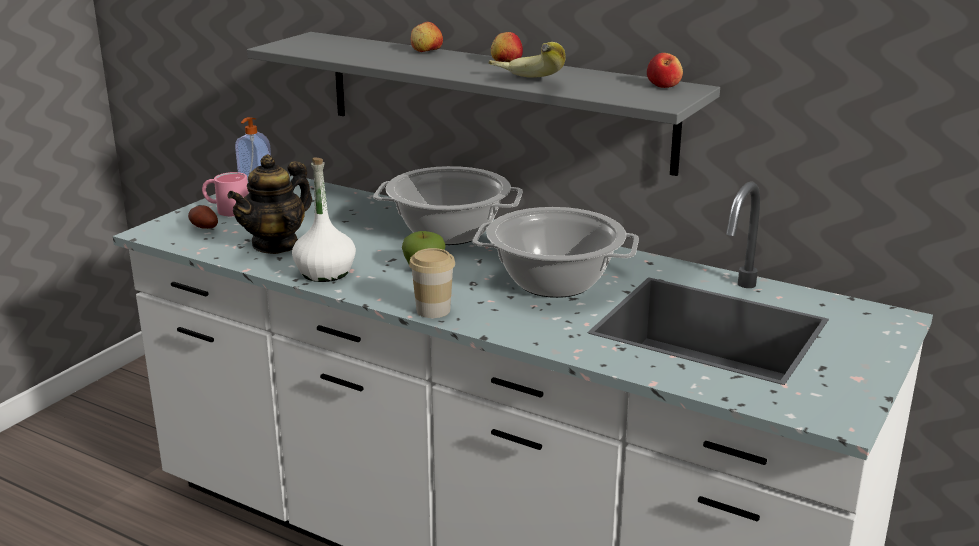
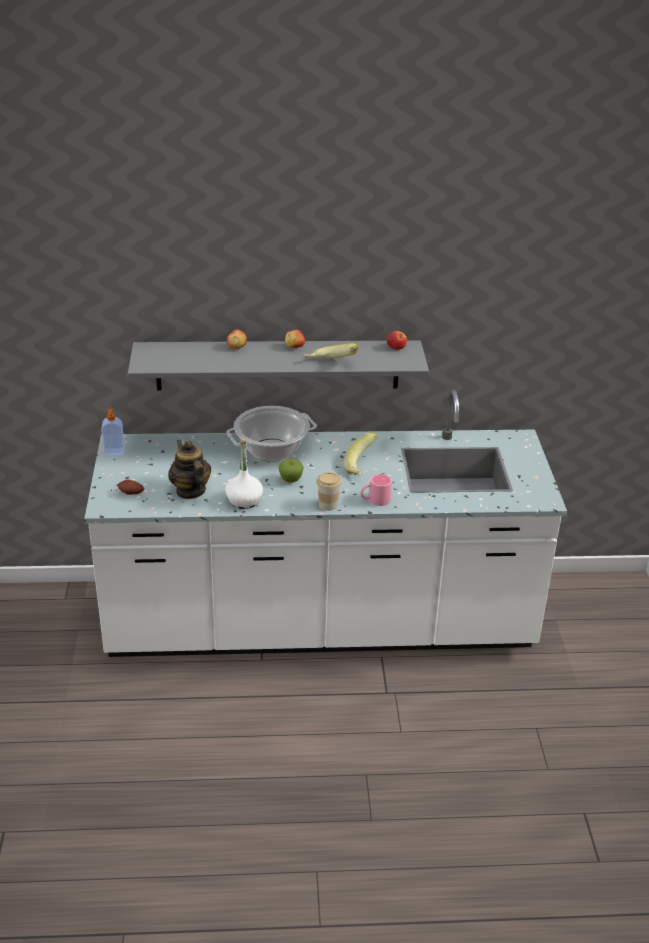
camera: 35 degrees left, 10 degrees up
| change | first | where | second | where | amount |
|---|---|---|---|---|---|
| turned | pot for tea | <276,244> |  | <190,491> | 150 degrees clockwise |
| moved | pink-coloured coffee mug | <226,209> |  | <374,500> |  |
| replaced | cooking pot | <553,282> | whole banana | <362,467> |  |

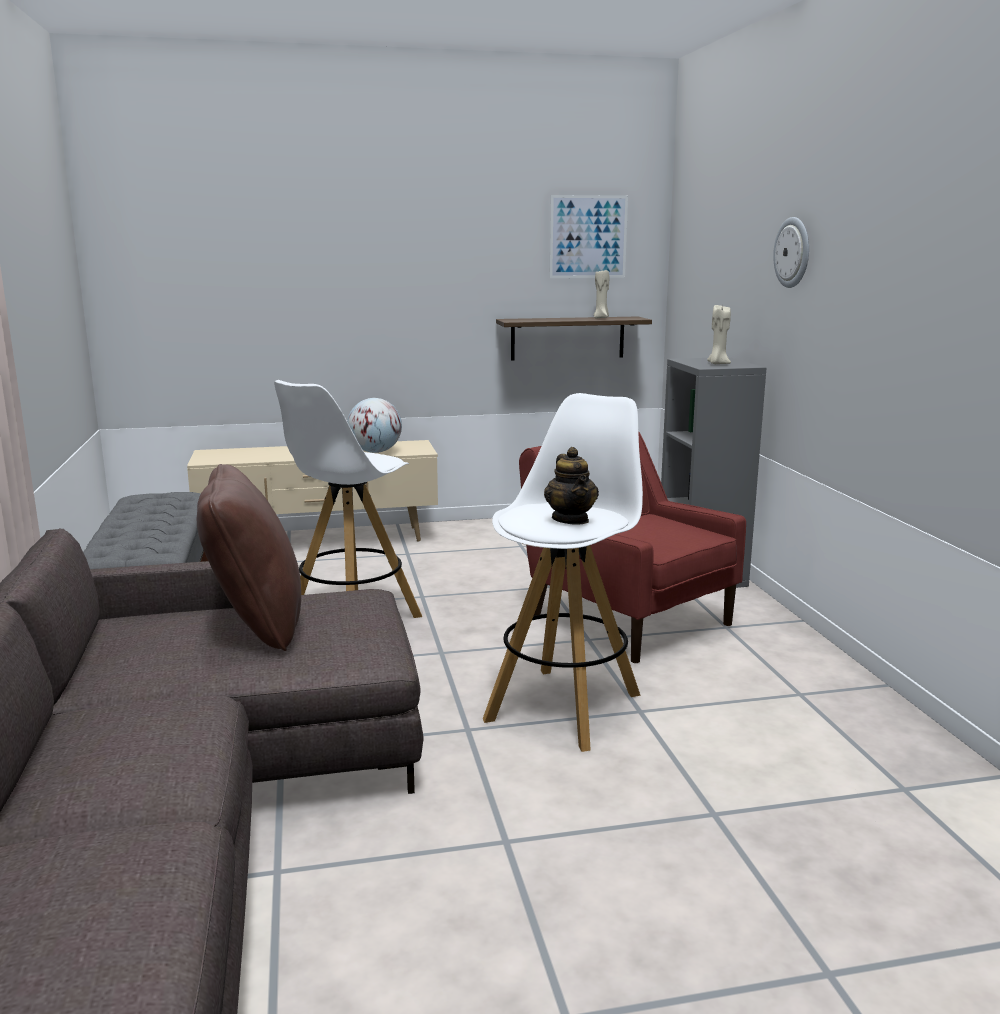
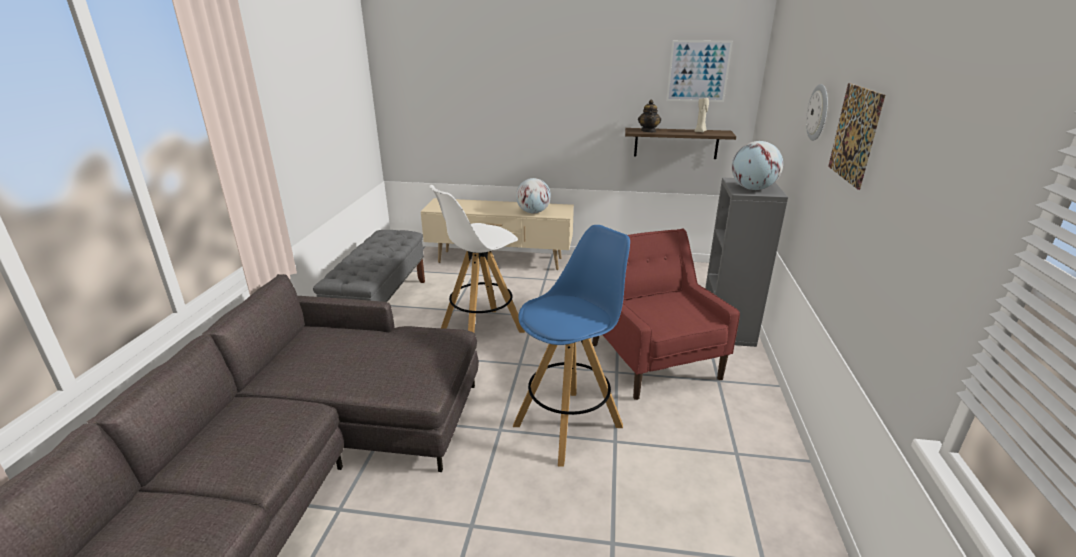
camera: 20 degrees right, 10 degrees up
| change | first | where | second | where | amount |
|---|---|---|---|---|---|
| replaced | sand-coloured wax candle | <717,364> | world globe | <752,189> |  |
| recoloured | white sitting stool | <565,706> | blue sitting stool | <569,425> |  |
| moved | pot for tea | <571,519> |  | <648,131> |  |
| removed | brown-coloured cushion | <256,624> |  |  |  |
| added |  |  | wall art | <854,134> |  |

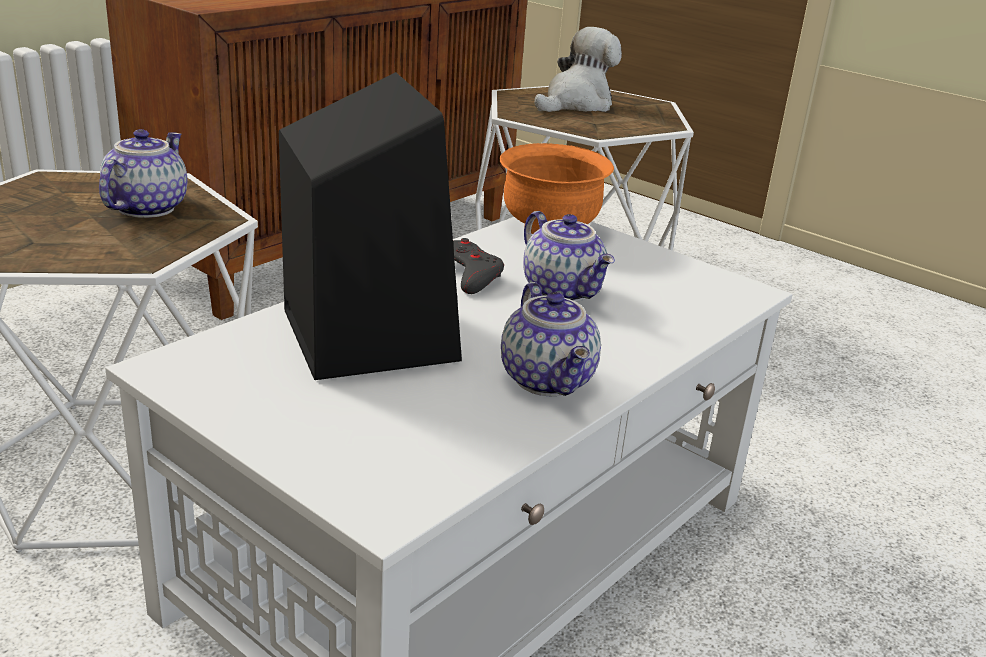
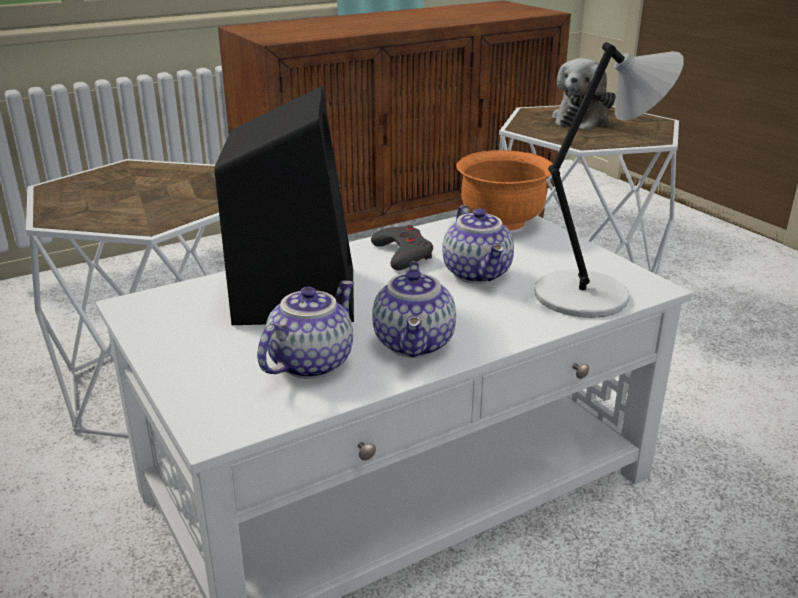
camera: 20 degrees right, 0 degrees up
| change | first | where | second | where | amount |
|---|---|---|---|---|---|
| turned | soft toy | <576,104> |  | <582,120> | 150 degrees clockwise |
| moved | pot for tea | <145,208> |  | <310,362> |  |
| added |  |  | gray tabletop lamp | <587,295> |  |

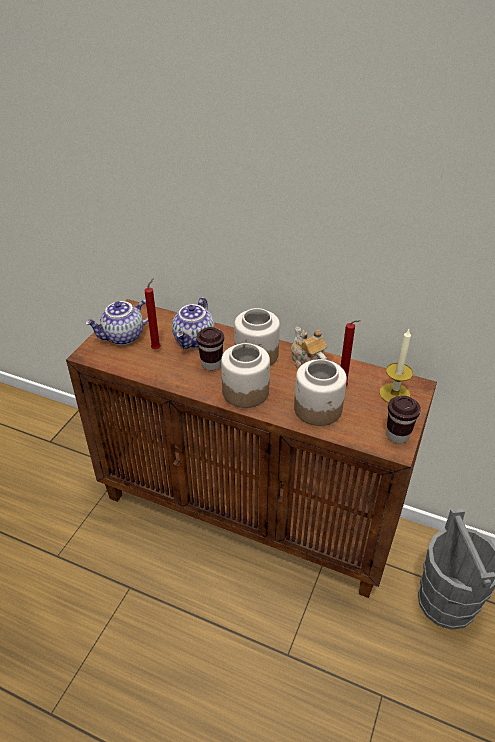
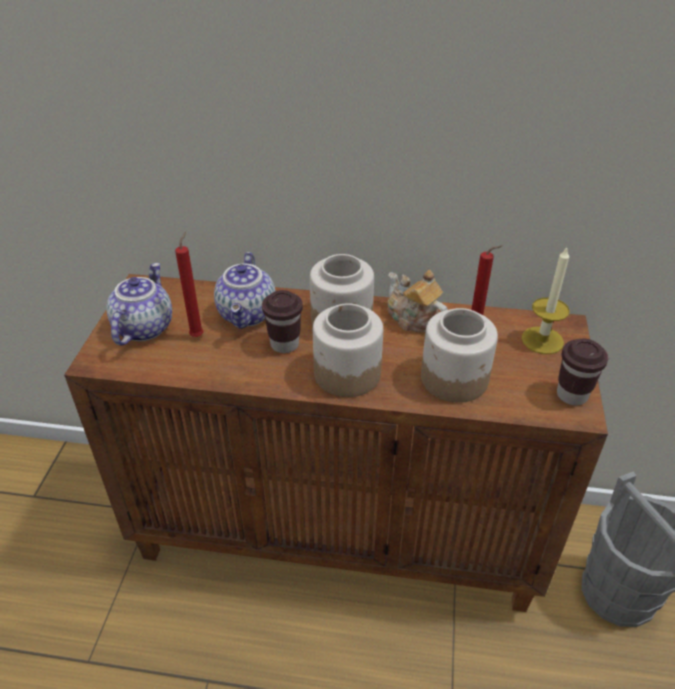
camera: 15 degrees left, 0 degrees up
| change | first | where | second | where | amount |
|---|---|---|---|---|---|
| turned | pot for tea | <123,337> |  | <143,328> | 150 degrees clockwise |

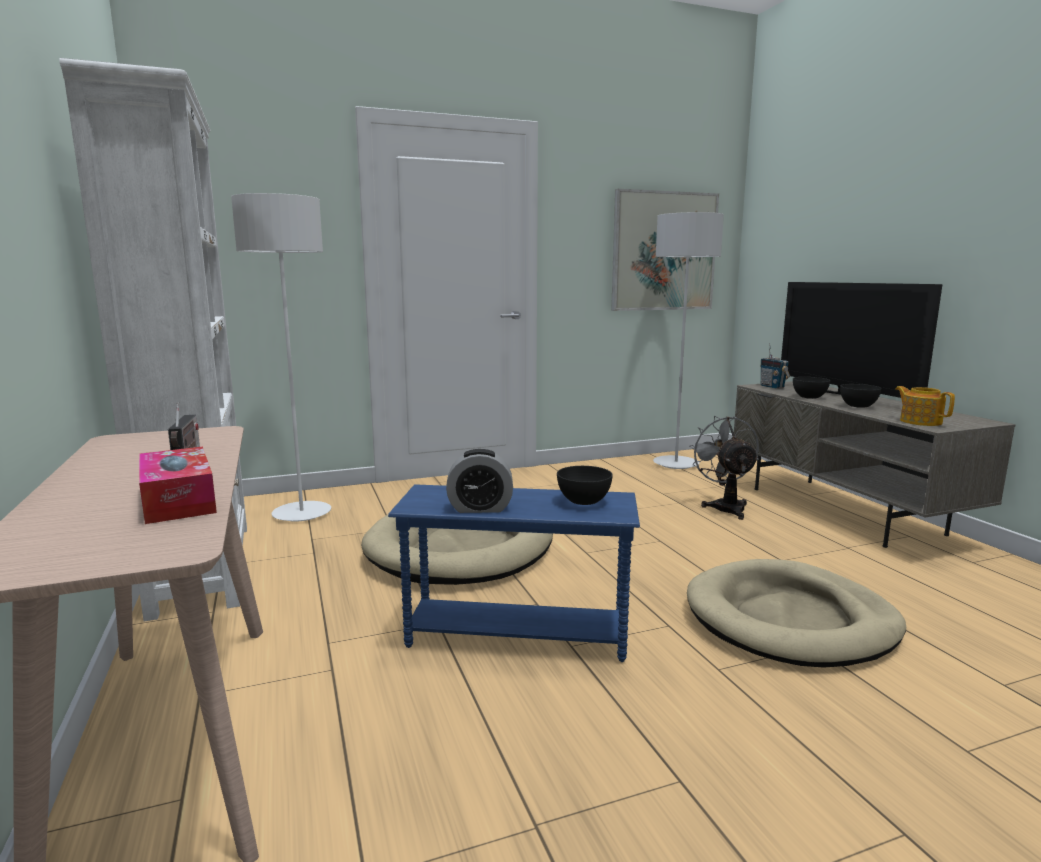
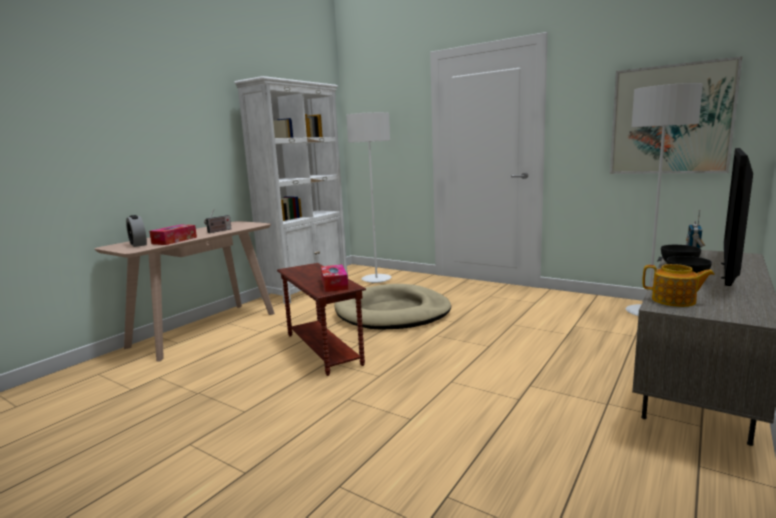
camera: 55 degrees right, 0 degrees up
| change | first | where | second | where | amount |
|---|---|---|---|---|---|
| turned | pot for tea | <920,421> |  | <674,301> | 90 degrees clockwise |
| removed | gray fan | <725,506> |  |  |  |
| moved | table clock | <480,508> |  | <138,244> |  |
| replaced | black-coloured deep dish | <584,501> | tissue box | <334,284> |  |
| recoloured | blue side table | <517,635> | brown-coloured side table | <324,349> |  |
| removed | sand-coloured dog cushion | <790,620> |  |  |  |

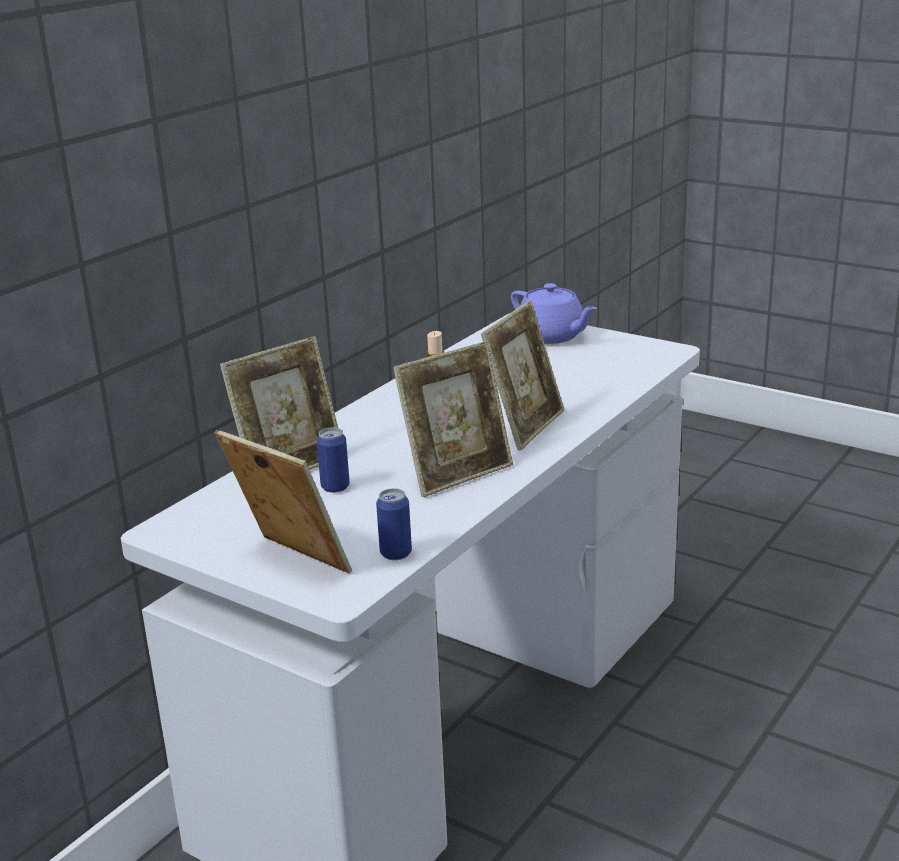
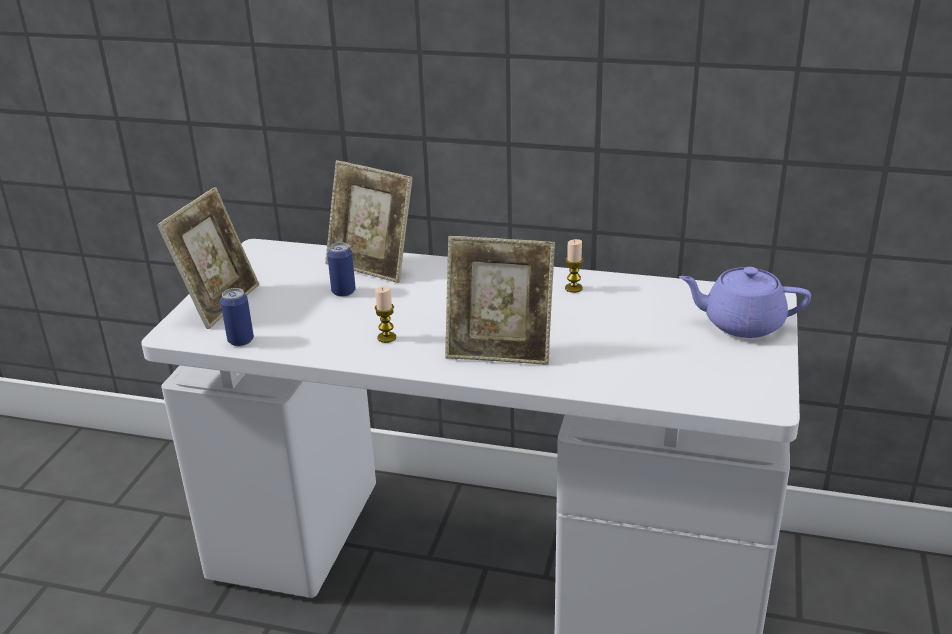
camera: 70 degrees right, 5 degrees up
| change | first | where | second | where | amount |
|---|---|---|---|---|---|
| turned | purple pot for tea | <552,336> |  | <741,324> | 75 degrees clockwise |
| replaced | picture frame | <457,474> | wax candle | <386,337> |  |

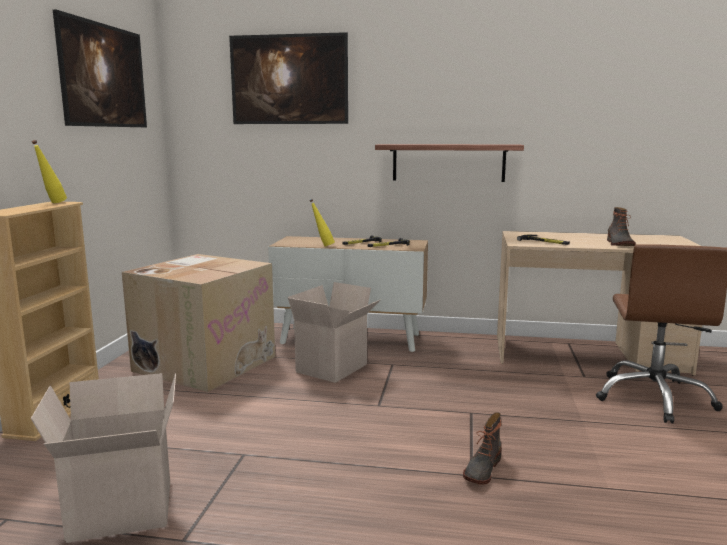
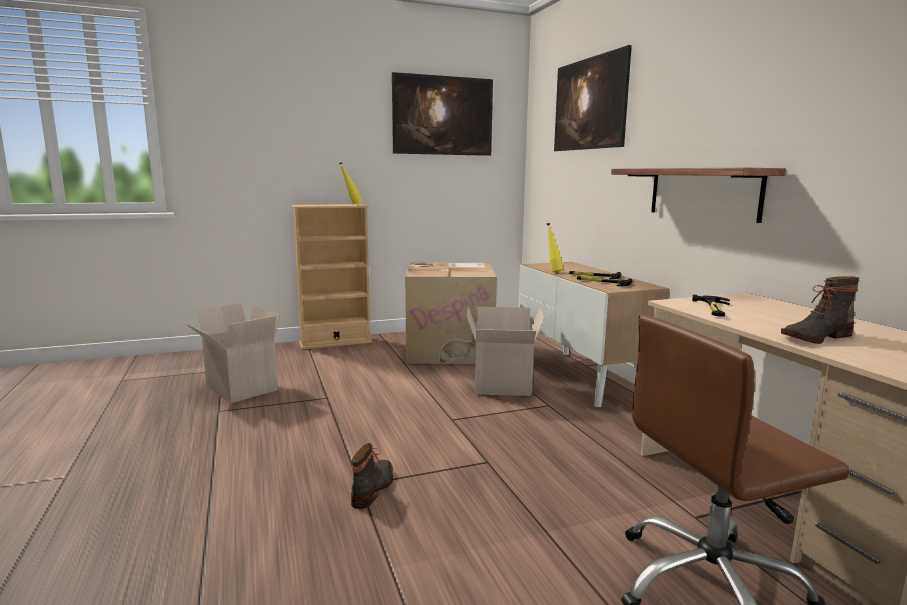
camera: 60 degrees right, 0 degrees up
| change | first | where | second | where | amount |
|---|---|---|---|---|---|
| turned | high-top boot | <481,469> |  | <374,488> | 105 degrees clockwise |

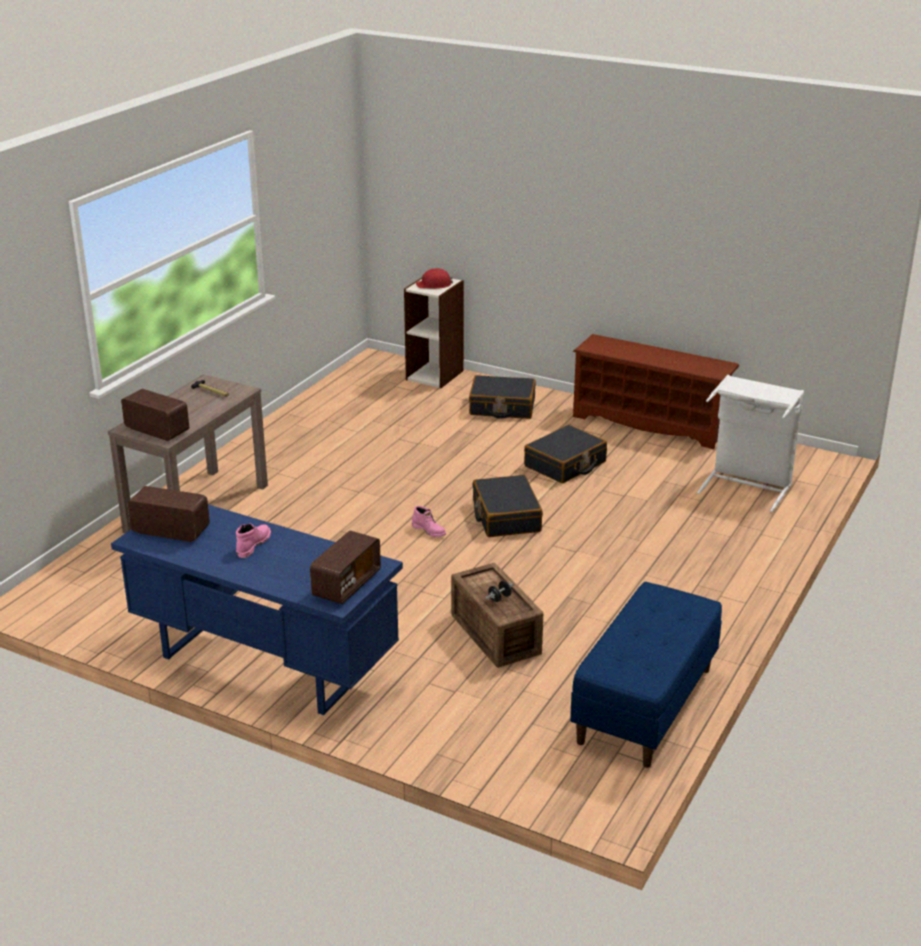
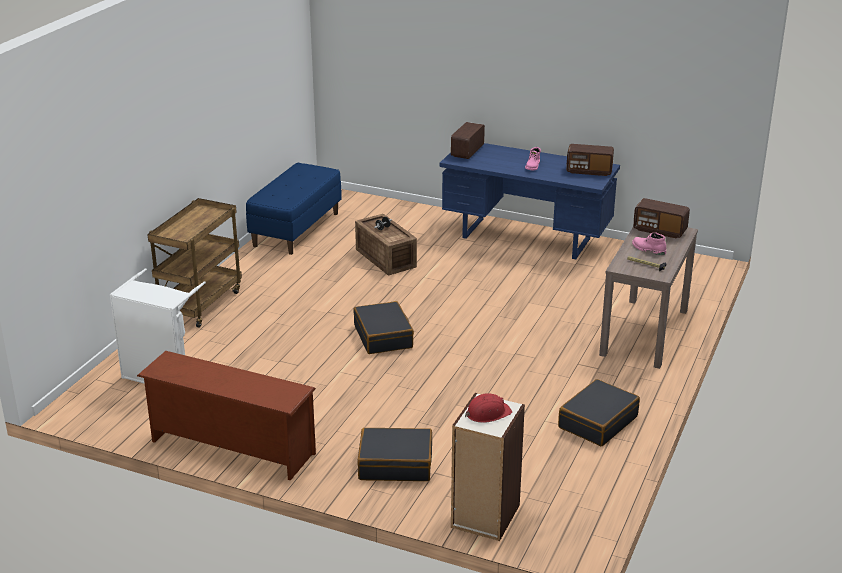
camera: 175 degrees right, 0 degrees up
| change | first | where | second | where | amount |
|---|---|---|---|---|---|
| moved | black-coloured piece of luggage | <565,464> |  | <597,422> |  |
| moved | pink-coloured high-top boot | <429,531> |  | <648,249> |  |
| added |  |  | brown-coloured trolley | <200,303> |  |

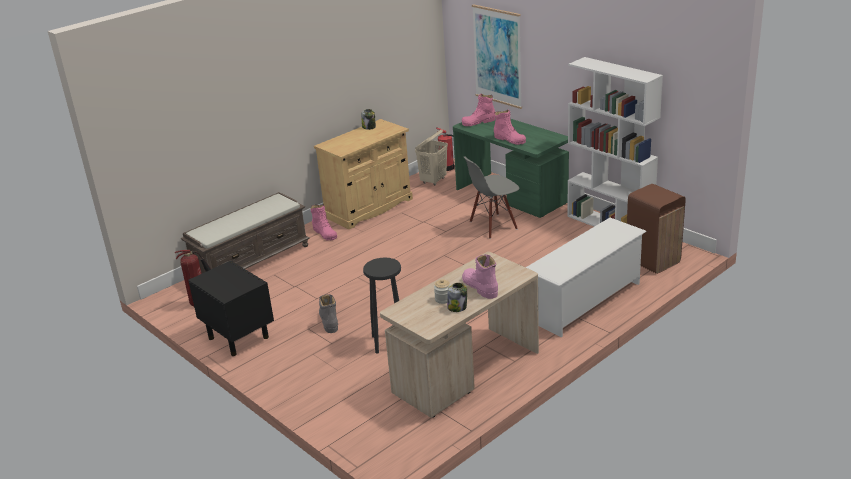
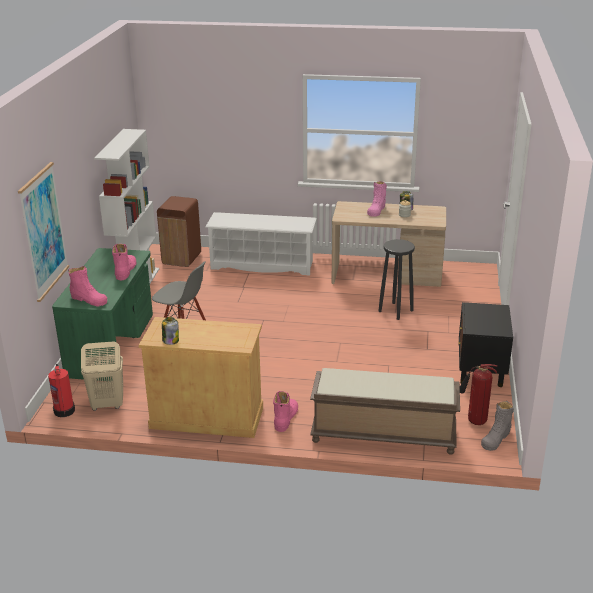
camera: 130 degrees left, 0 degrees up
| change | first | where | second | where | amount |
|---|---|---|---|---|---|
| moved | gray high-top boot | <329,321> |  | <496,438> |  |

